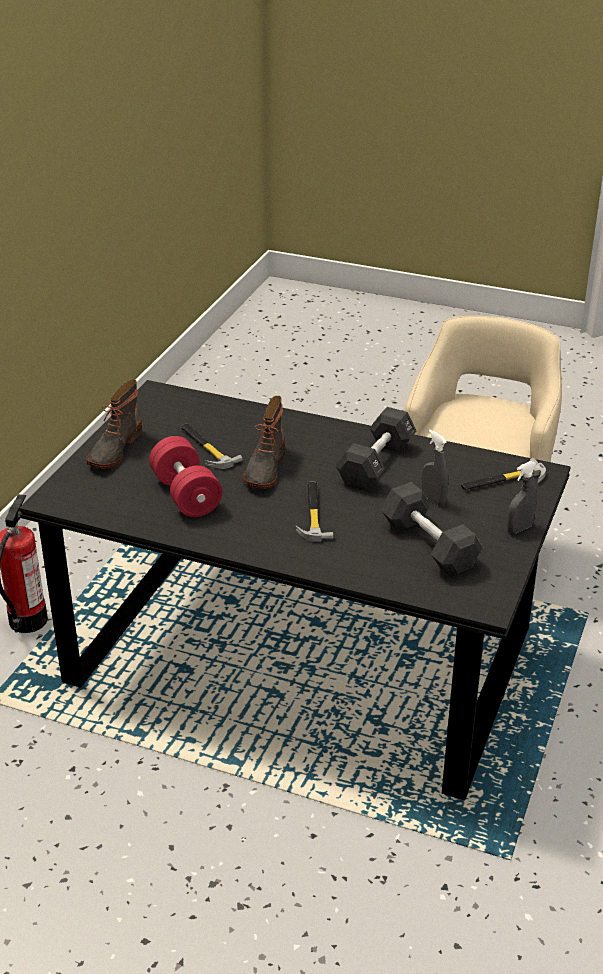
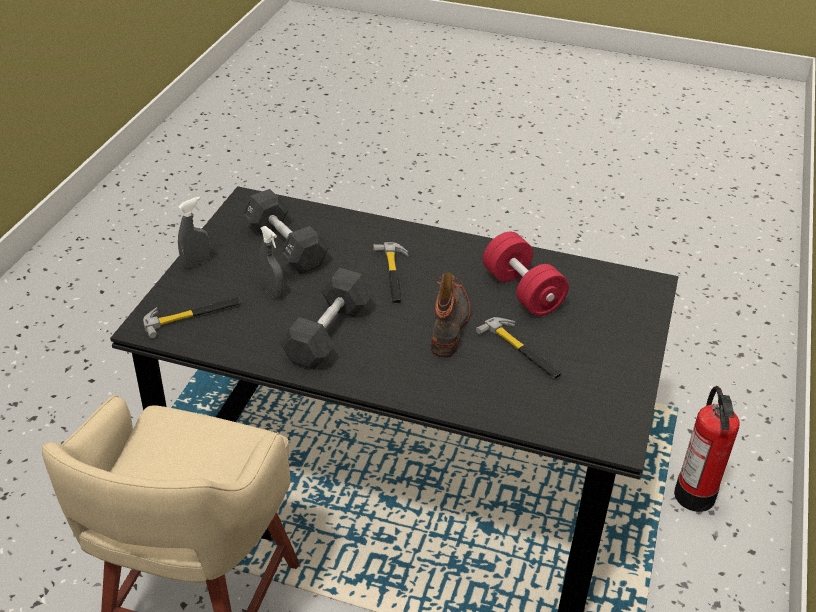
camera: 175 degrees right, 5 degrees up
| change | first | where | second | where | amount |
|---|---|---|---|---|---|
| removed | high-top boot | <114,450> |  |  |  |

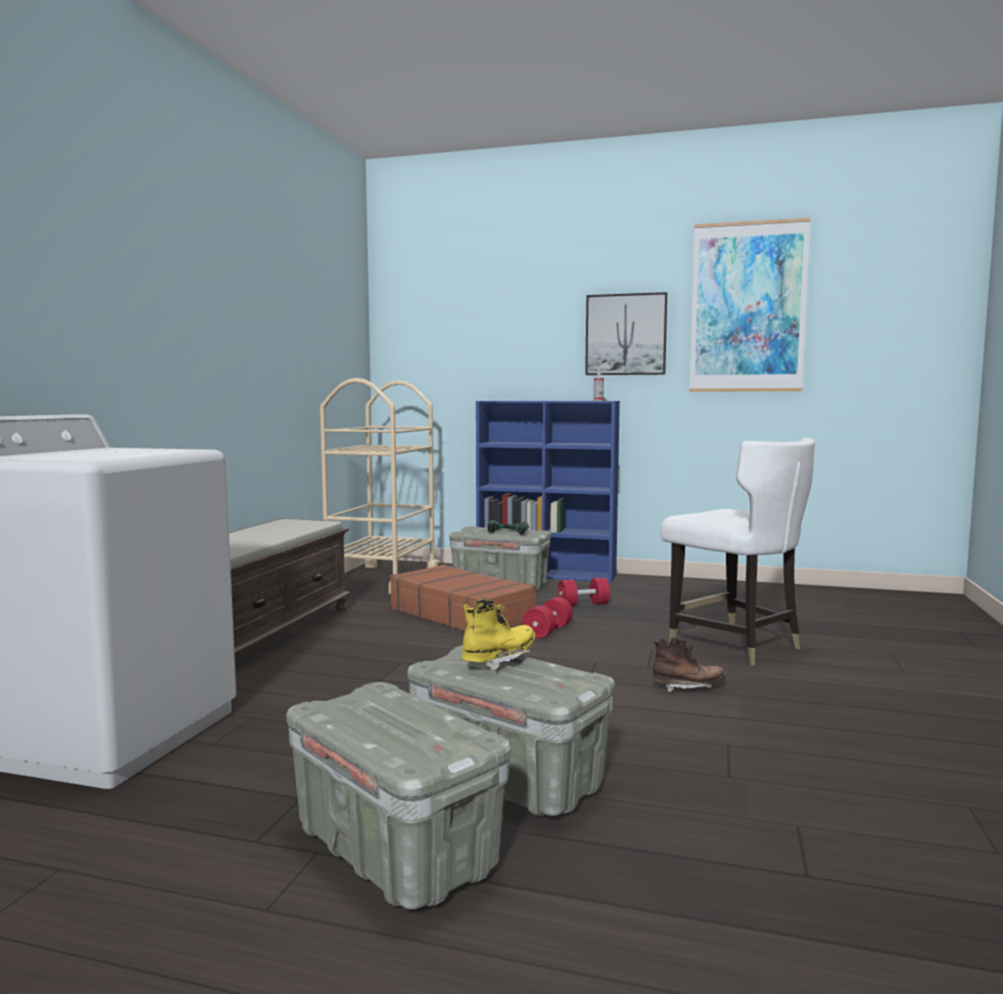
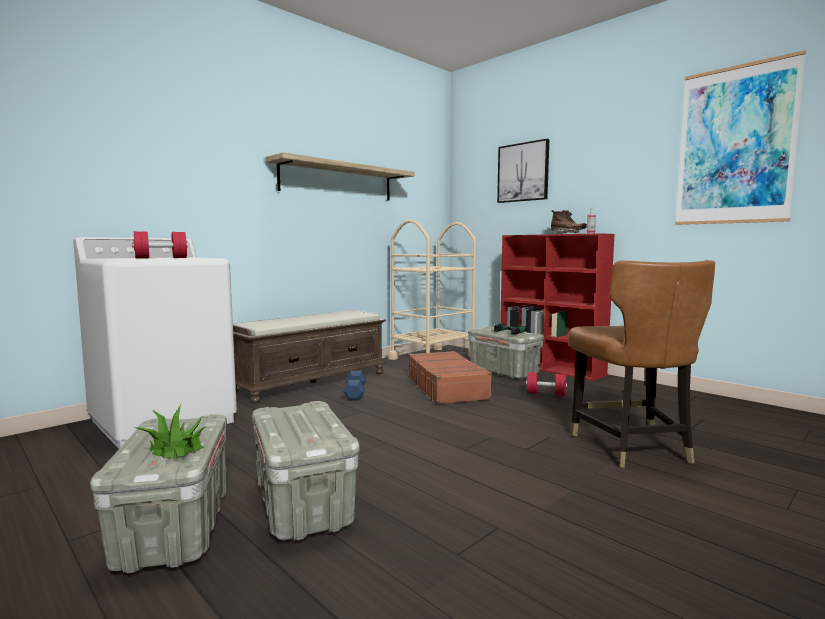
camera: 30 degrees right, 0 degrees up
| change | first | where | second | where | amount |
|---|---|---|---|---|---|
| moved | wall art | <626,334> |  | <523,172> |  |
| recoloured | blue bookshelf | <547,574> | red bookshelf | <551,368> |  |
| recoloured | white upright chair | <735,645> | brown-coloured upright chair | <631,447> |  |
| moved | red free weight | <548,631> |  | <161,258> |  |
| removed | yellow high-top boot | <499,661> |  |  |  |
| moved | brown-coloured high-top boot | <688,688> |  | <568,234> |  |
| added |  |  | bracket shelf | <338,181> |  |
| added |  |  | blue free weight | <355,393> |  |
| added |  |  | houseplant | <176,448> |  |

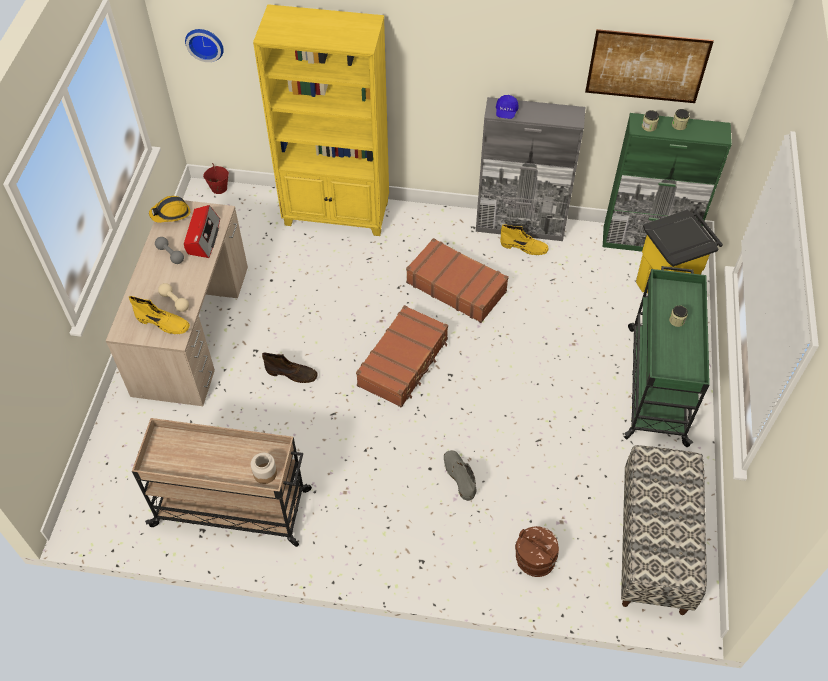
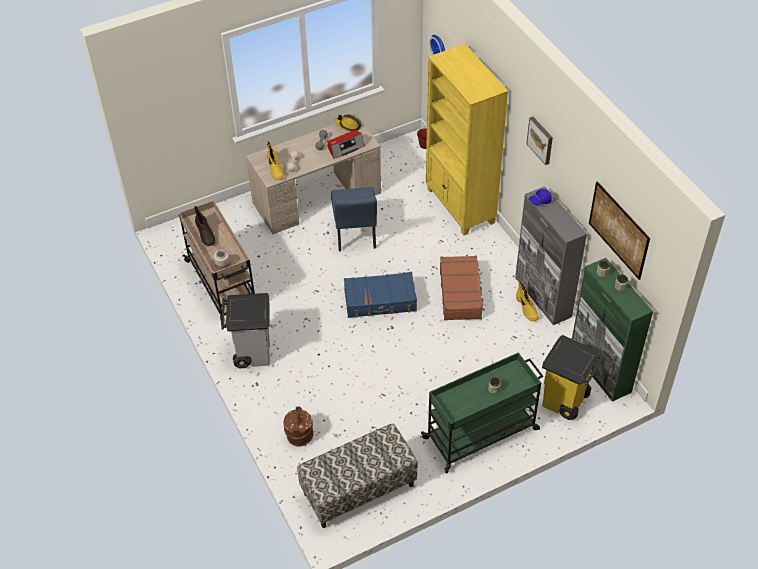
camera: 55 degrees right, 5 degrees down
| change | first | where | second | where | amount |
|---|---|---|---|---|---|
| recoloured | brown-coloured piece of luggage | <404,362> | blue piece of luggage | <380,301> |  |
| moved | brown-coloured high-top boot | <292,374> |  | <205,234> |  |
| removed | gray high-top boot | <459,476> |  |  |  |
| added |  |  | wall art | <541,140> |  |
| added |  |  | blue upright chair | <355,237> |  |
| added |  |  | gray waste bin | <252,352> |  |

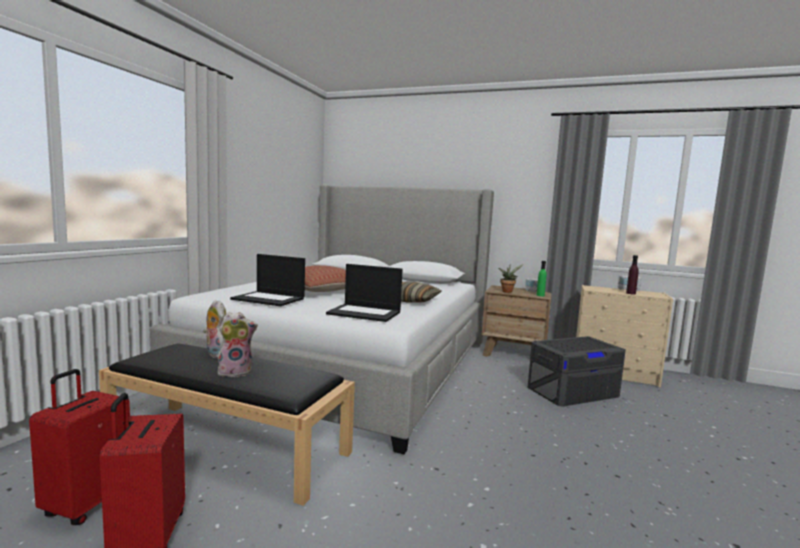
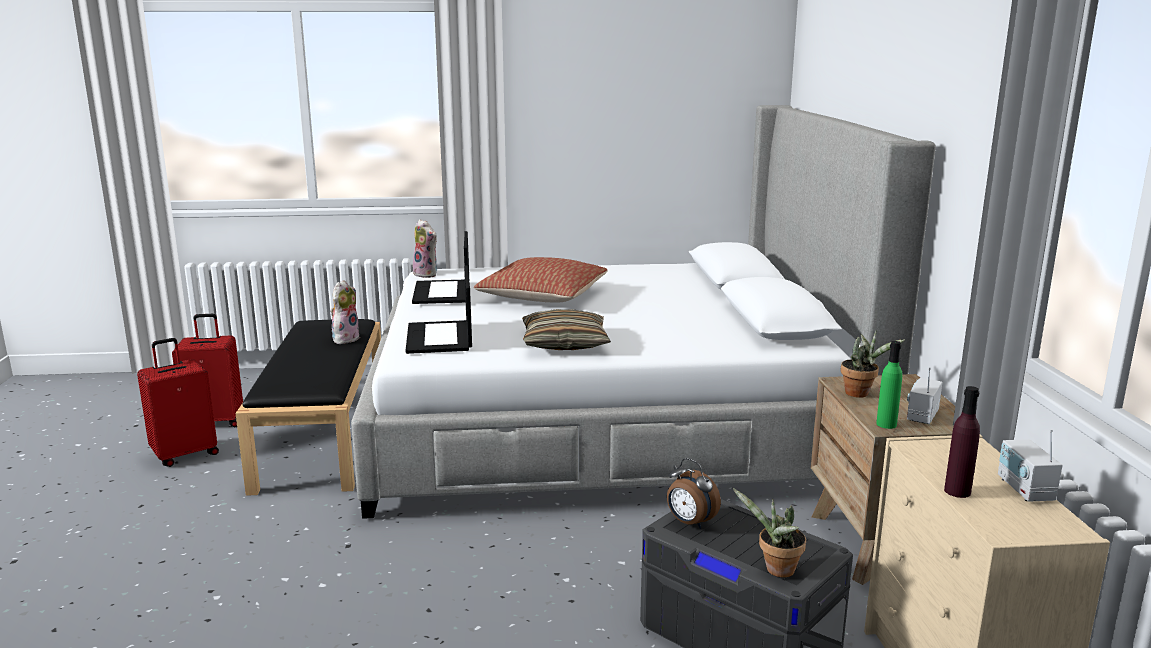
camera: 65 degrees right, 10 degrees up
| change | first | where | second | where | amount |
|---|---|---|---|---|---|
| moved | soft toy | <236,372> |  | <427,274> |  |
| added |  |  | table clock | <690,523> |  |
| added |  |  | houseplant | <775,570> |  |

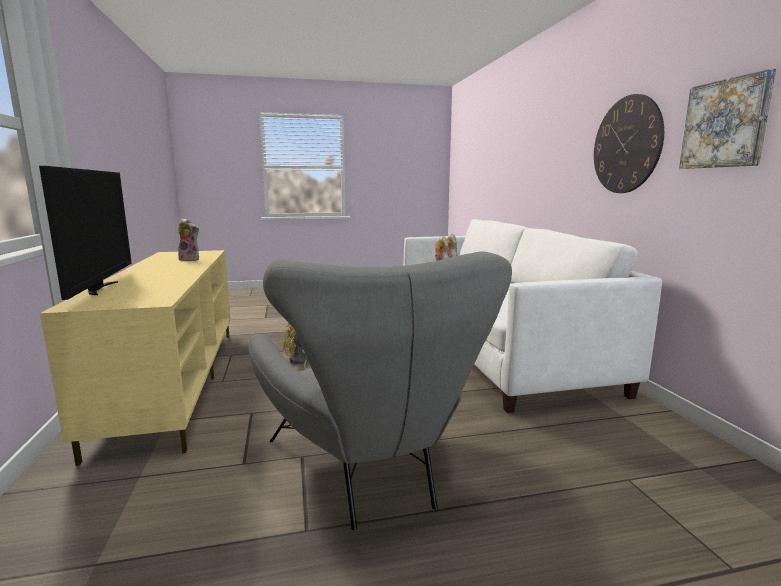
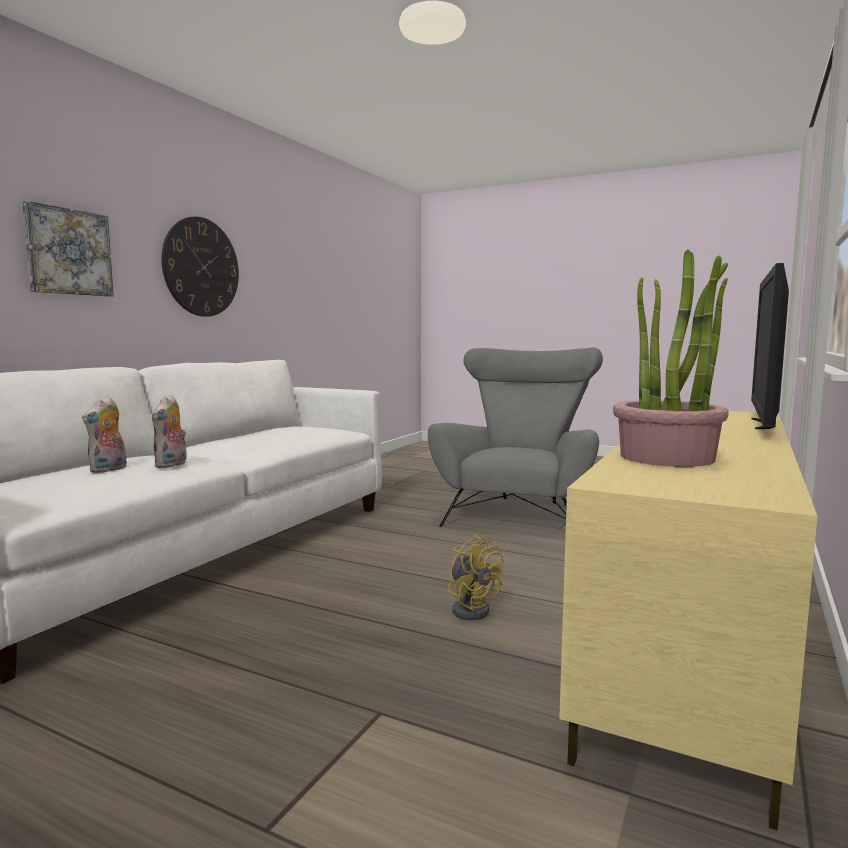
camera: 140 degrees left, 5 degrees down
| change | first | where | second | where | amount |
|---|---|---|---|---|---|
| moved | wall art | <725,124> |  | <68,252> |  |
| replaced | soft toy | <190,259> | houseplant | <667,457> |  |

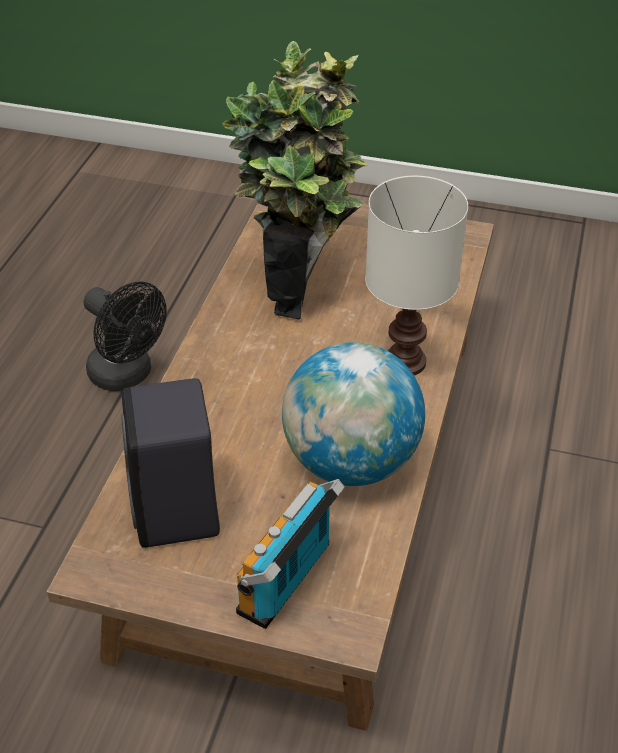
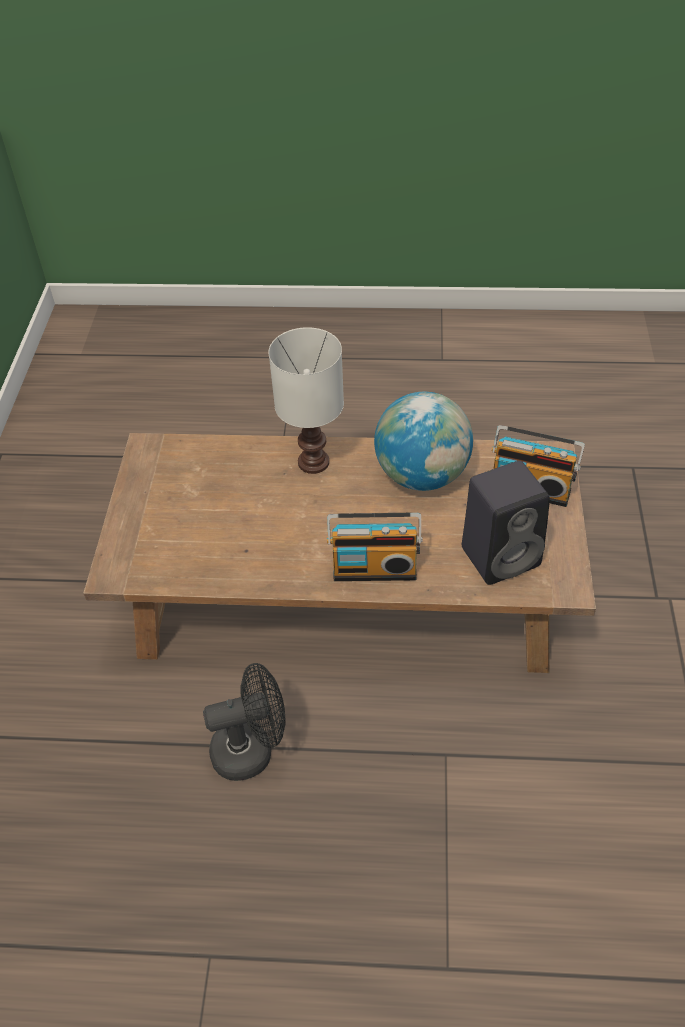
camera: 100 degrees left, 5 degrees up
| change | first | where | second | where | amount |
|---|---|---|---|---|---|
| removed | houseplant | <300,285> |  |  |  |
| turned | black-coloured fan | <127,375> |  | <252,749> | 45 degrees clockwise |
| added |  |  | radio receiver | <374,568> |  |

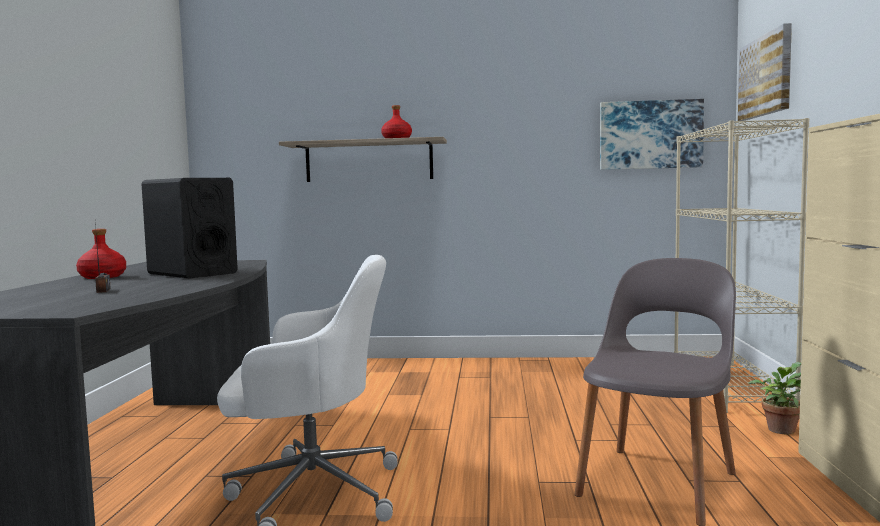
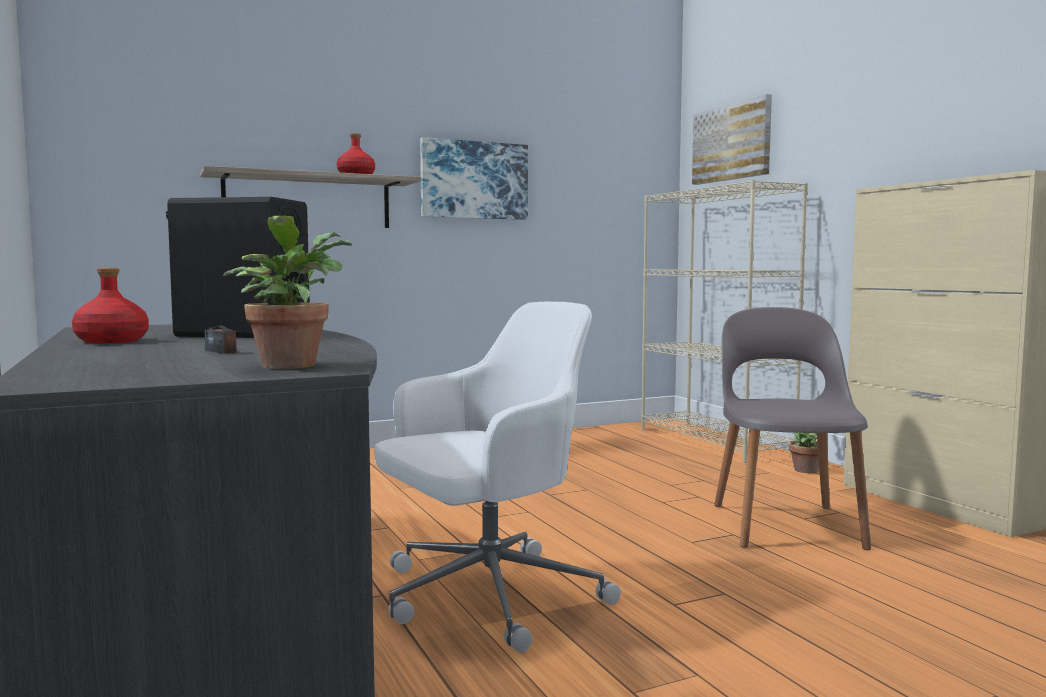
camera: 30 degrees left, 0 degrees up
| change | first | where | second | where | amount |
|---|---|---|---|---|---|
| moved | wall art | <650,135> |  | <474,180> |  |
| added |  |  | houseplant | <291,364> |  |

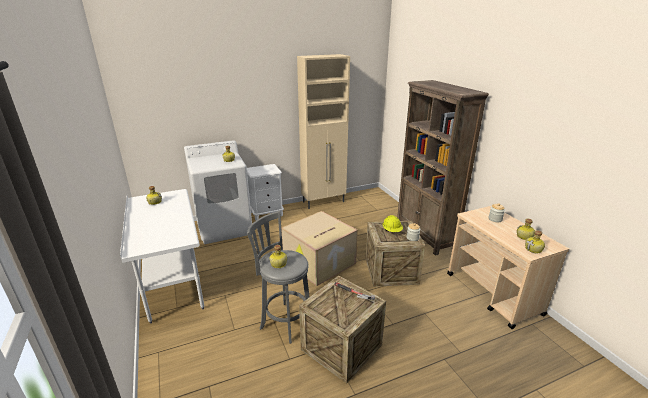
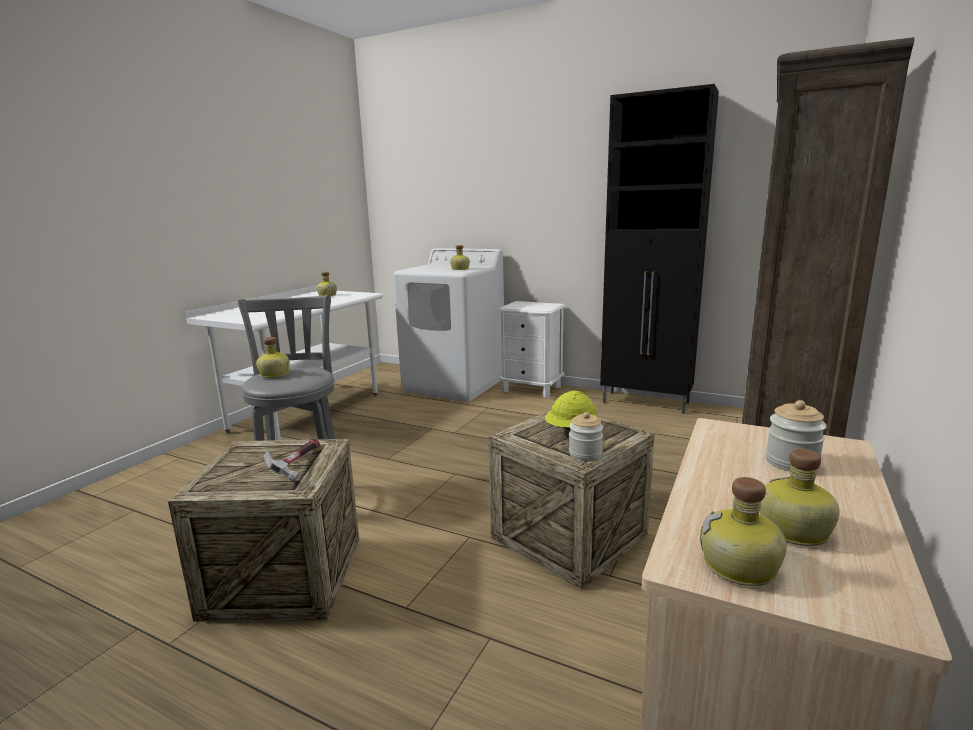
camera: 50 degrees right, 10 degrees down
| change | first | where | second | where | amount |
|---|---|---|---|---|---|
| recoloured | sand-coloured cupboard | <324,202> | black-coloured cupboard | <647,403> |  |
| removed | cardboard box | <319,263> |  |  |  |

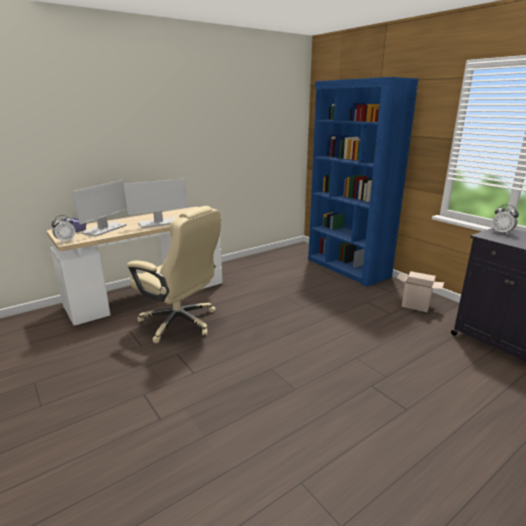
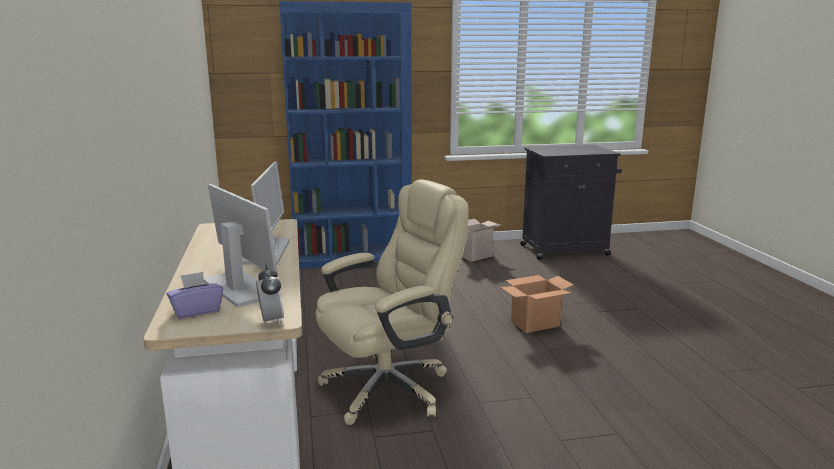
camera: 65 degrees left, 5 degrees down
| change | first | where | second | where | amount |
|---|---|---|---|---|---|
| removed | table clock | <502,232> |  |  |  |
| added |  |  | cardboard box | <534,324> |  |

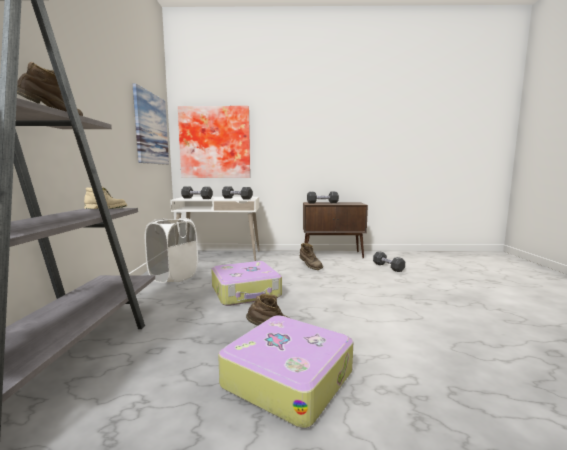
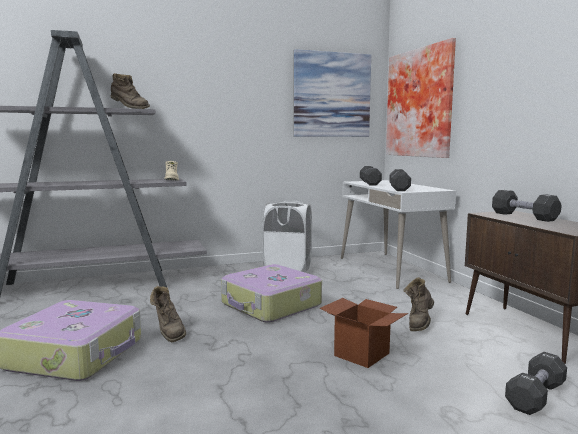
camera: 70 degrees right, 0 degrees up
| change | first | where | second | where | amount |
|---|---|---|---|---|---|
| added |  |  | cardboard box | <362,354> |  |

